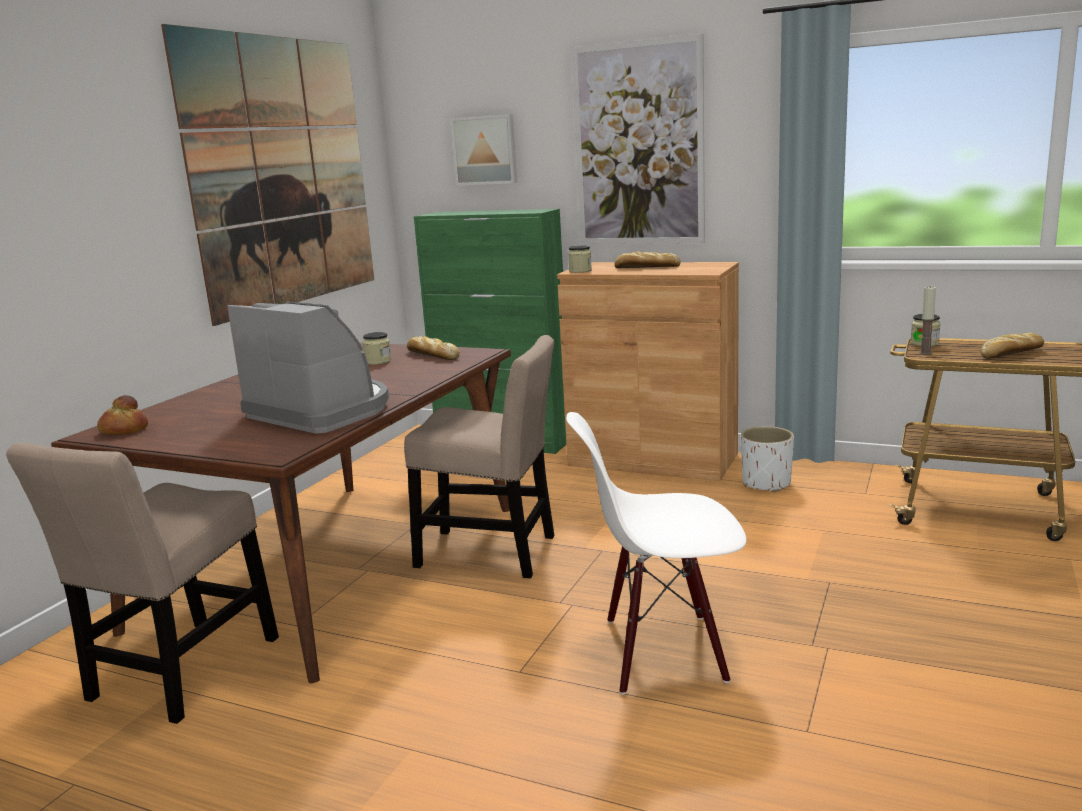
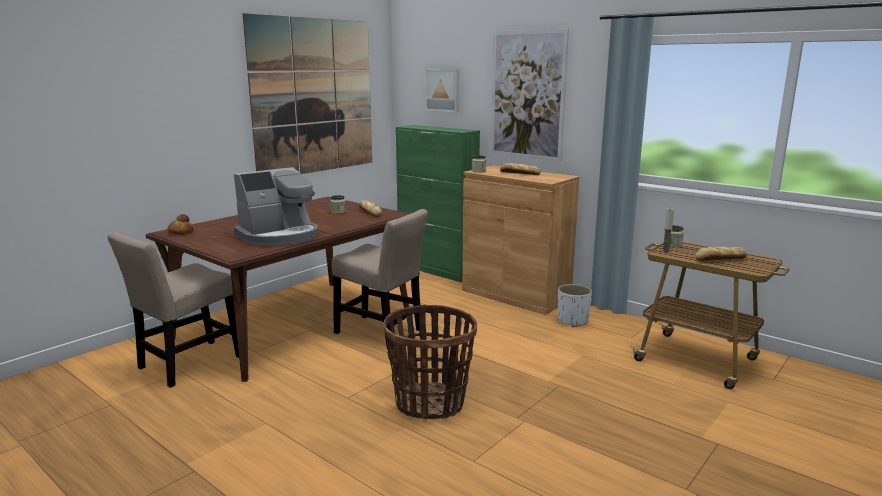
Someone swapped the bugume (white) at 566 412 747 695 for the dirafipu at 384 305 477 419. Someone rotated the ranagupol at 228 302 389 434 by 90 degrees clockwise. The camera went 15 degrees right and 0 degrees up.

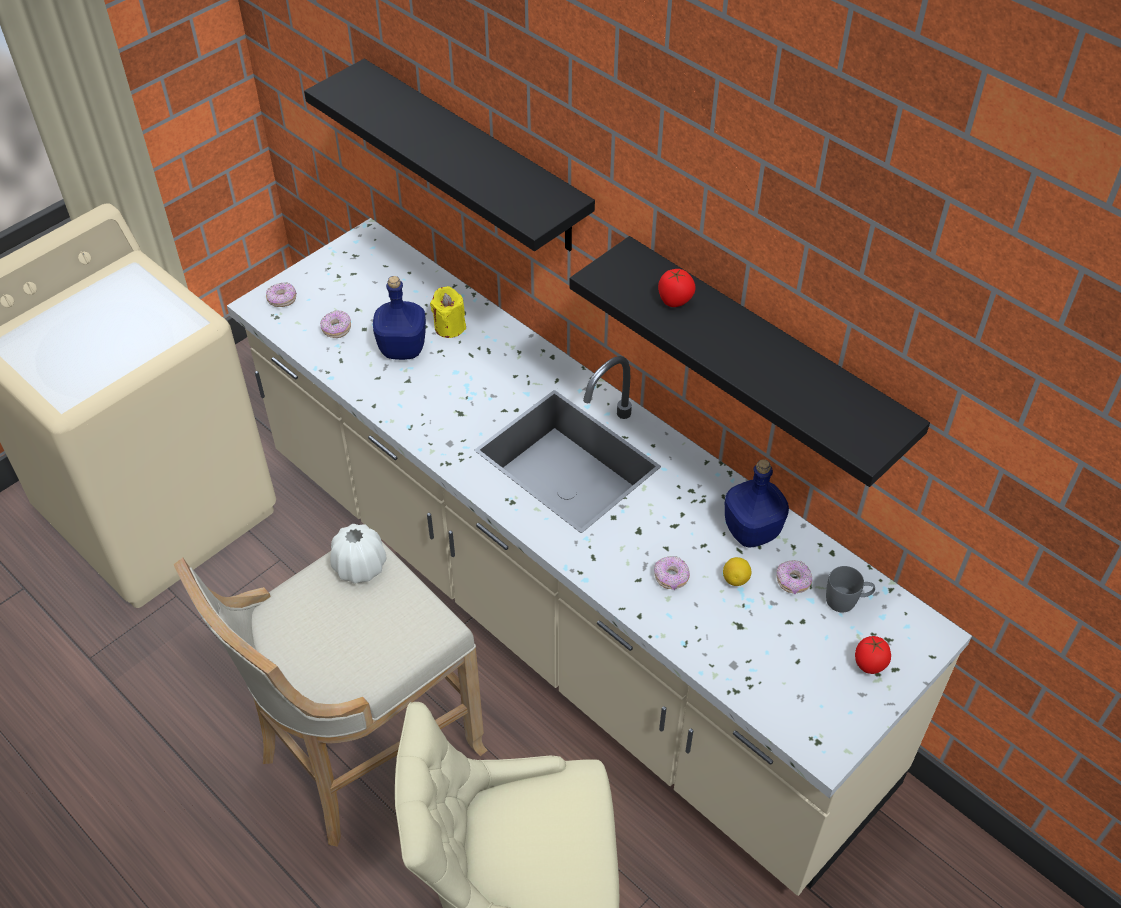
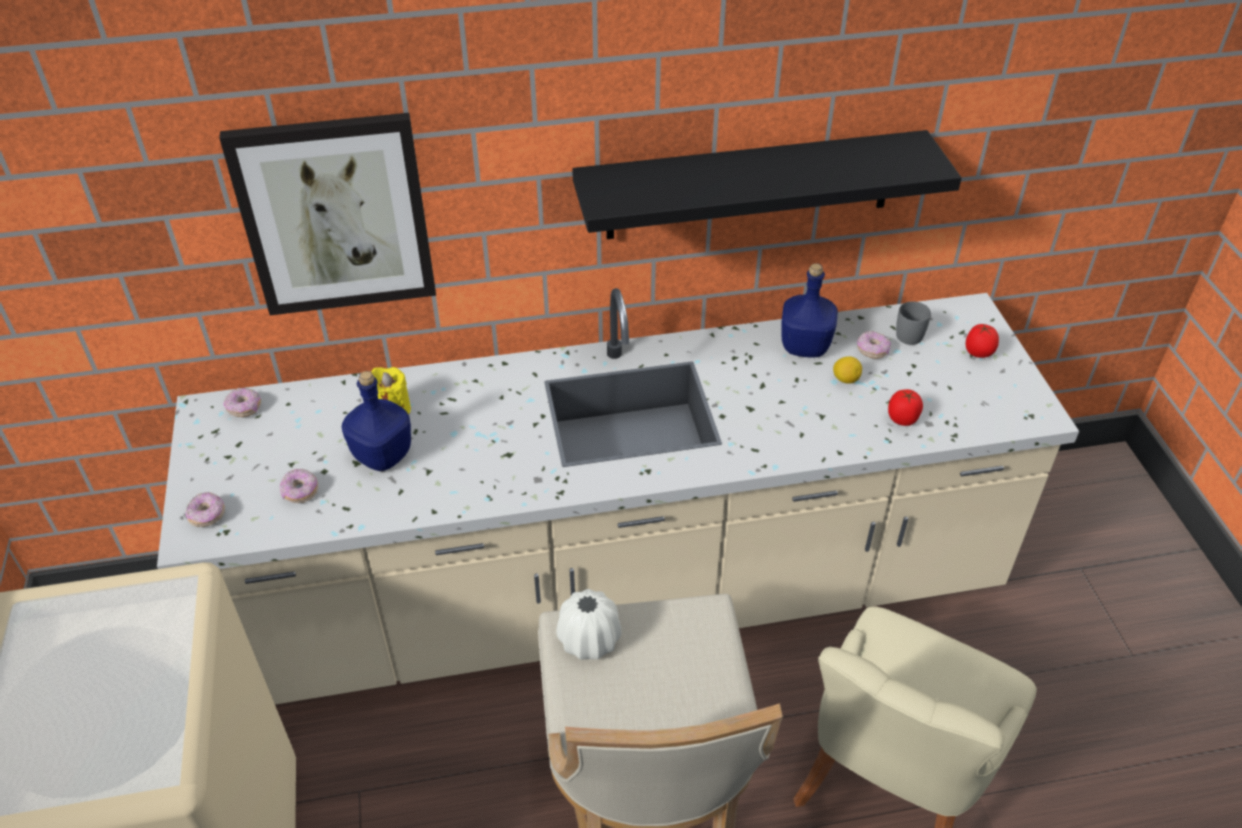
Someone carried the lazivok from 654 556 690 590 to 224 388 261 417. Someone carried the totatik from 658 269 696 307 to 888 389 923 426. Someone swapped the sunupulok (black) at 304 59 595 251 for the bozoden at 219 113 436 315. The camera went 55 degrees left and 5 degrees down.

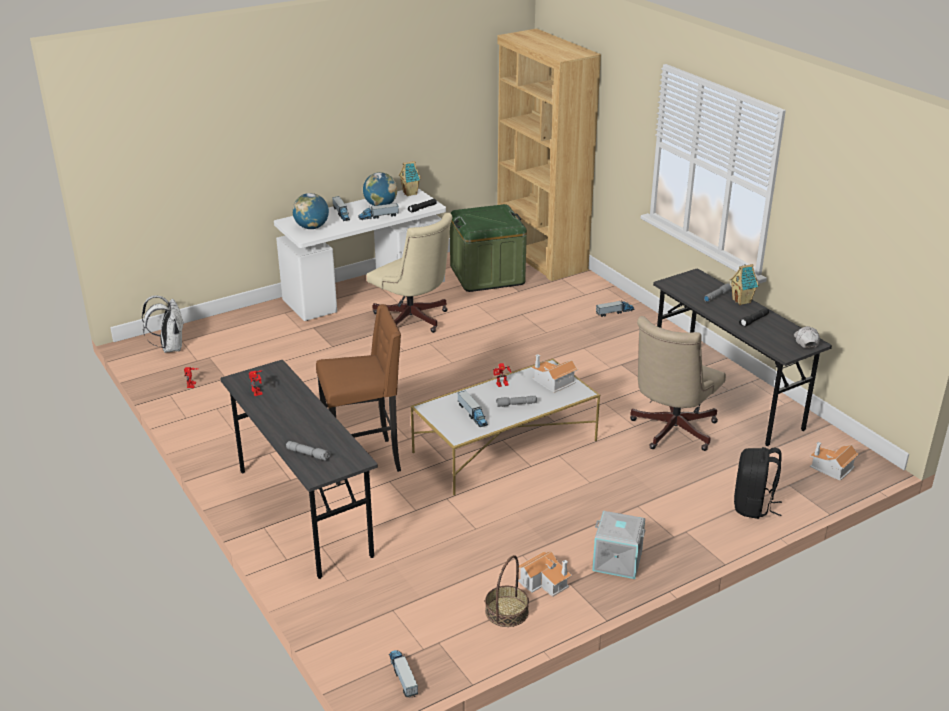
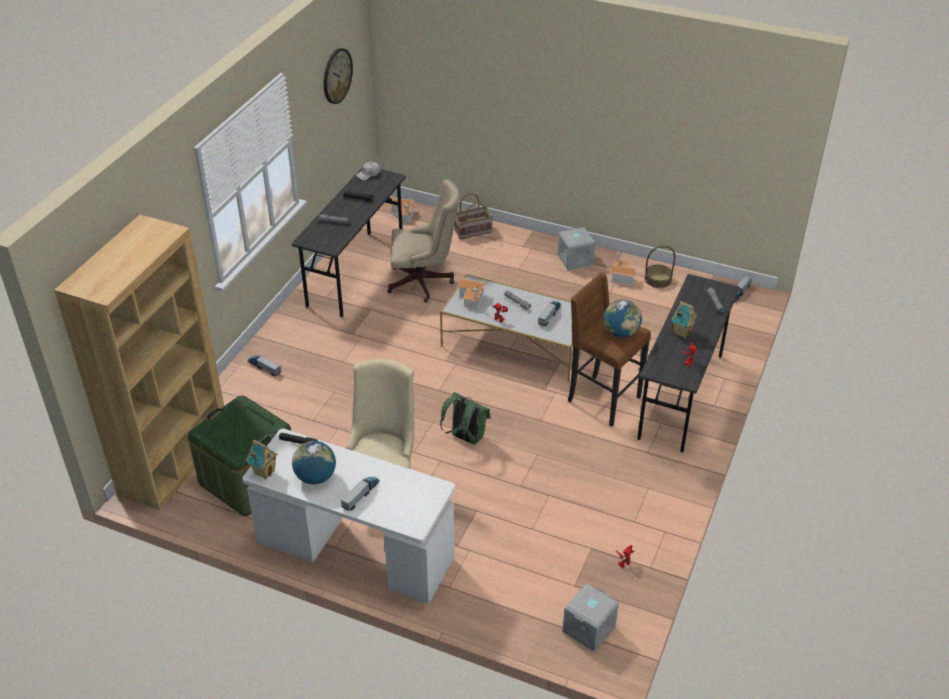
Someone took away the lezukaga at 358 203 399 220. Someone put up the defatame at 324 48 353 104. Someone put down the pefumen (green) at 440 392 490 444. Someone carried the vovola from 292 193 329 229 to 604 300 642 337. Someone carried the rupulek from 730 264 759 305 to 672 301 698 338. Someone swapped the pefumen (white) at 142 295 184 353 for the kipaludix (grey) at 562 583 619 652. Someone swapped the pefumen (black) at 734 447 782 519 for the dirafipu at 454 193 493 240. The camera went 125 degrees left and 10 degrees up.

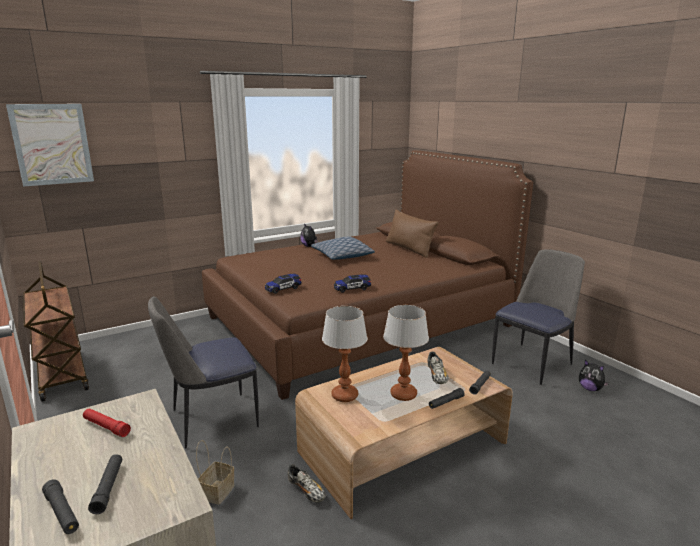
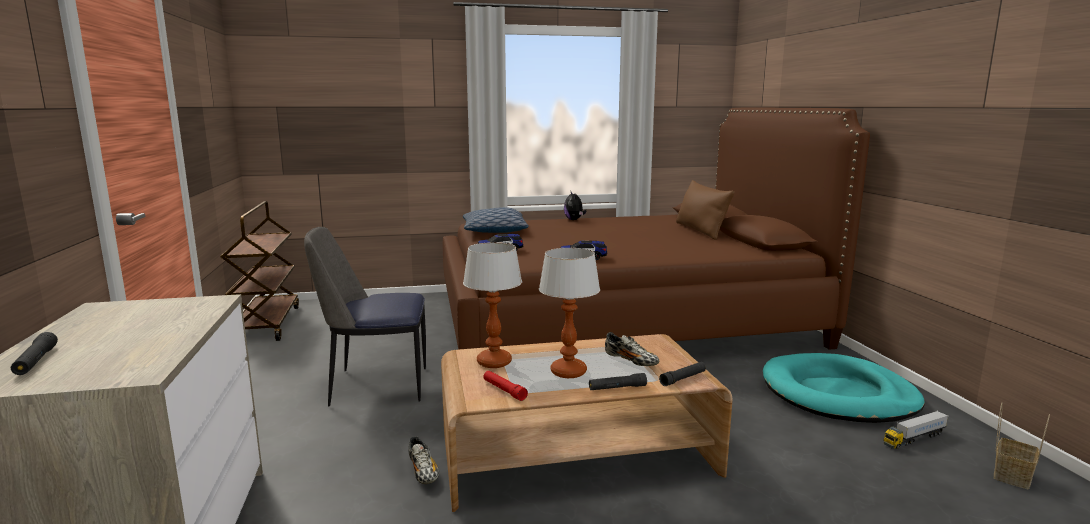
Someone took away the bozoden at 6 104 94 187. Someone took away the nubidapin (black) at 88 454 122 514. Someone carried the nubidapin (red) from 83 409 131 437 to 483 371 528 401. Someone carried the dirafipu from 196 440 234 505 to 994 403 1050 489. Someone carried the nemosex from 311 237 375 260 to 463 207 529 233. Someone swapped the bugume at 492 249 585 385 for the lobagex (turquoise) at 763 353 925 423. Someone swapped the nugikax at 579 360 609 391 for the lezukaga at 883 411 948 449. Someone rotated the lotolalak at 428 352 449 384 by 60 degrees counterclockwise. The camera went 20 degrees right and 5 degrees down.

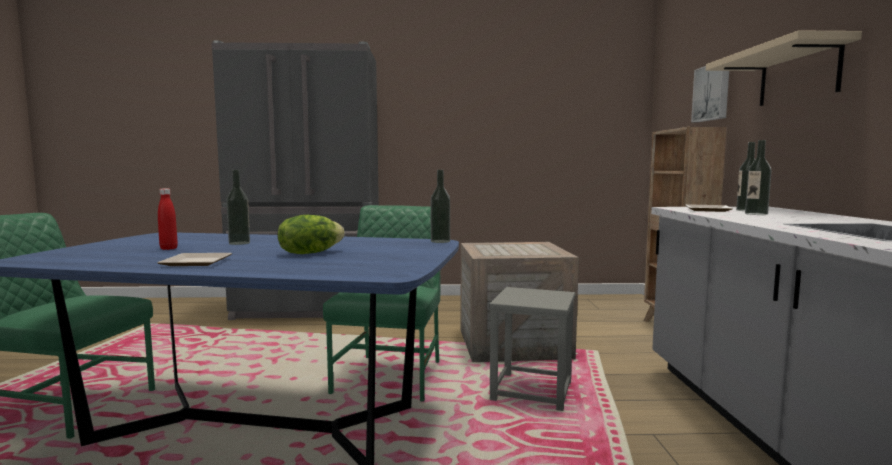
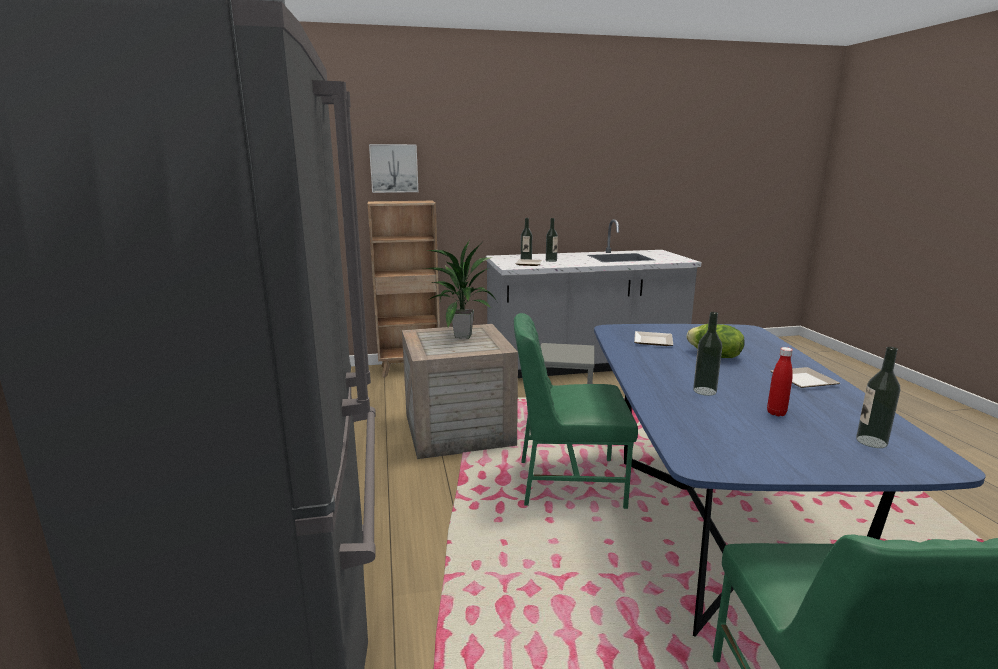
Someone took away the sunupulok (beige) at 706 30 862 106. Someone put down the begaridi at 424 240 496 339. Someone put down the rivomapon at 634 331 673 346. Someone carried the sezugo from 431 170 450 243 to 856 347 900 448. The camera went 100 degrees left and 10 degrees up.

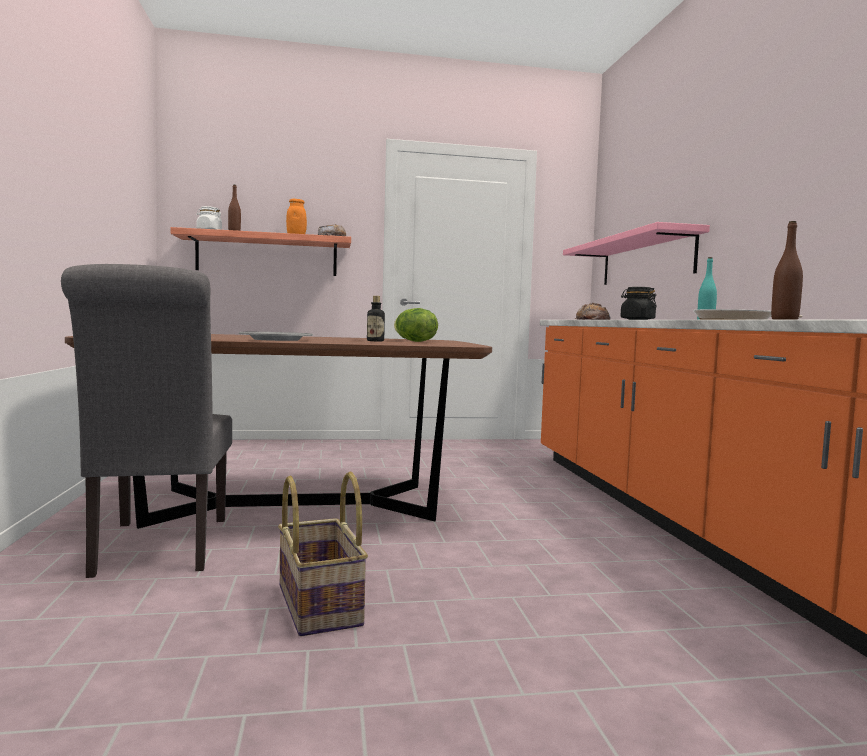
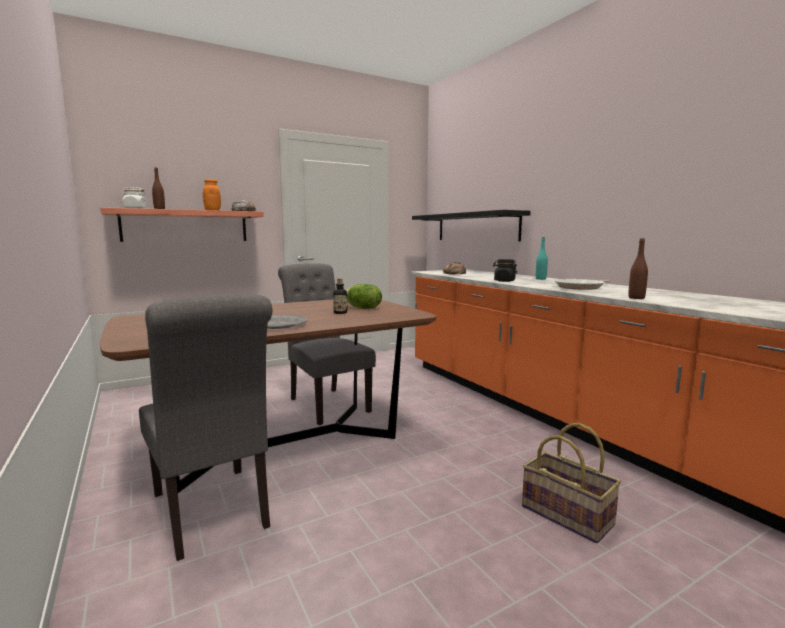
Someone put down the bugume (grey) at 278 263 376 425. Someone carried the dirafipu from 278 471 368 636 to 522 423 621 543. Someone repainted the sunupulok (pink) at 563 222 710 285, which became the sunupulok (black) at 412 210 531 241. The camera went 20 degrees left and 5 degrees up.

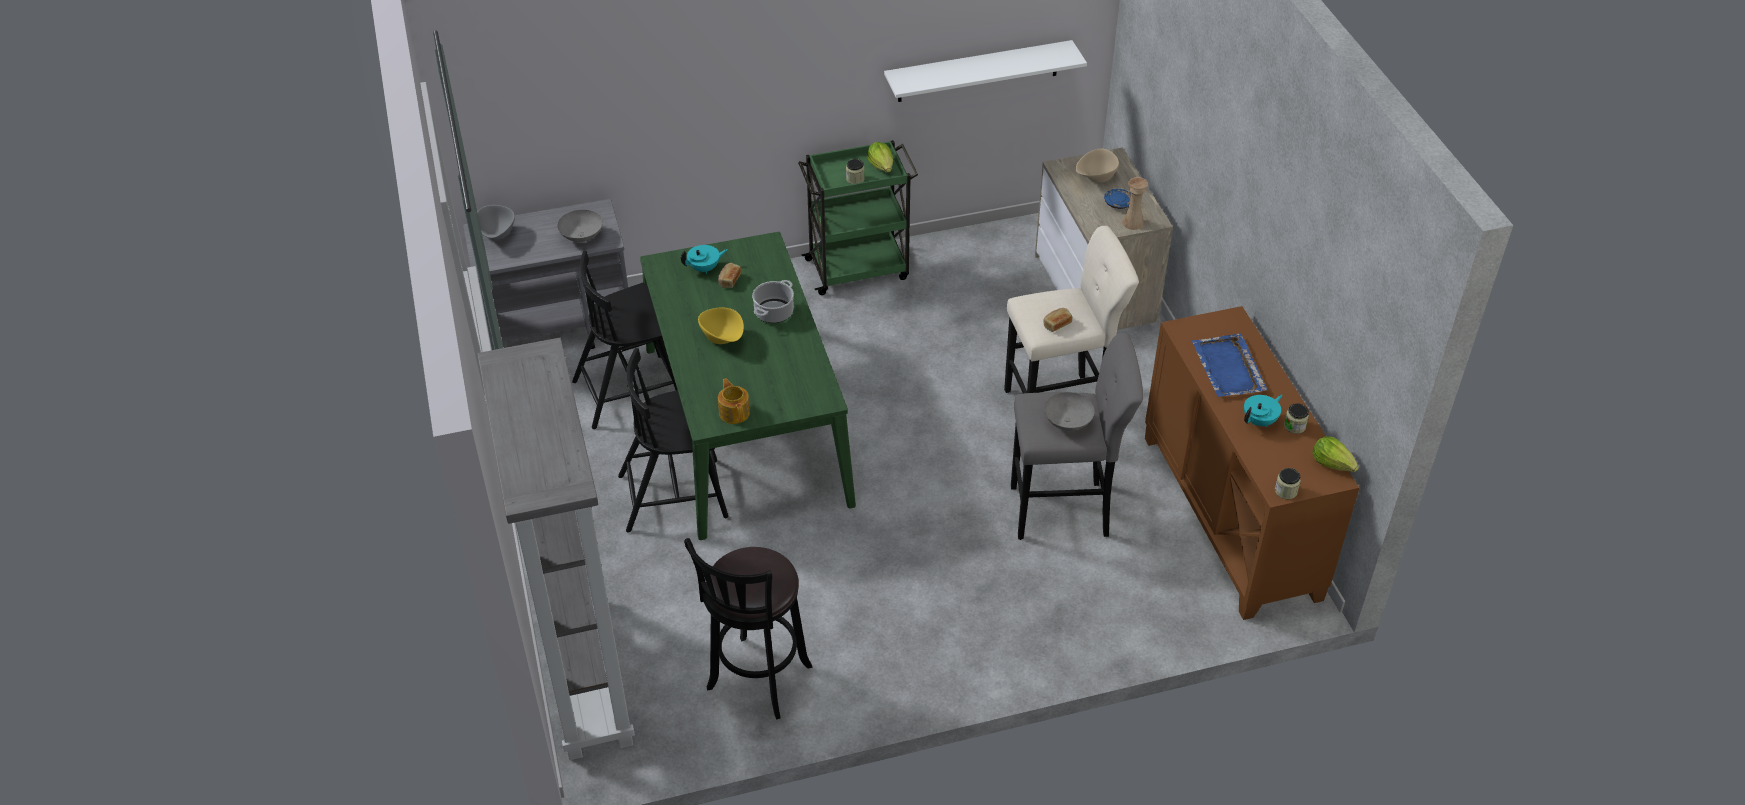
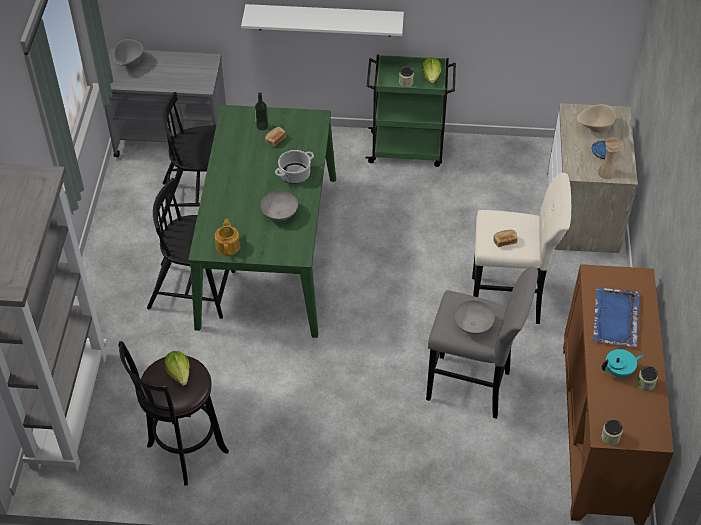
Someone took away the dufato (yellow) at 698 308 744 344. Someone carried the dufato (grey) from 557 210 603 242 to 260 191 298 221. Someone carried the sunupulok (white) from 884 40 1087 102 to 241 4 404 37. Someone carried the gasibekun from 1312 436 1359 472 to 165 351 189 386. Someone swapped the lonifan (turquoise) at 681 245 728 274 for the sezugo at 255 93 268 130. The camera went 20 degrees right and 5 degrees up.

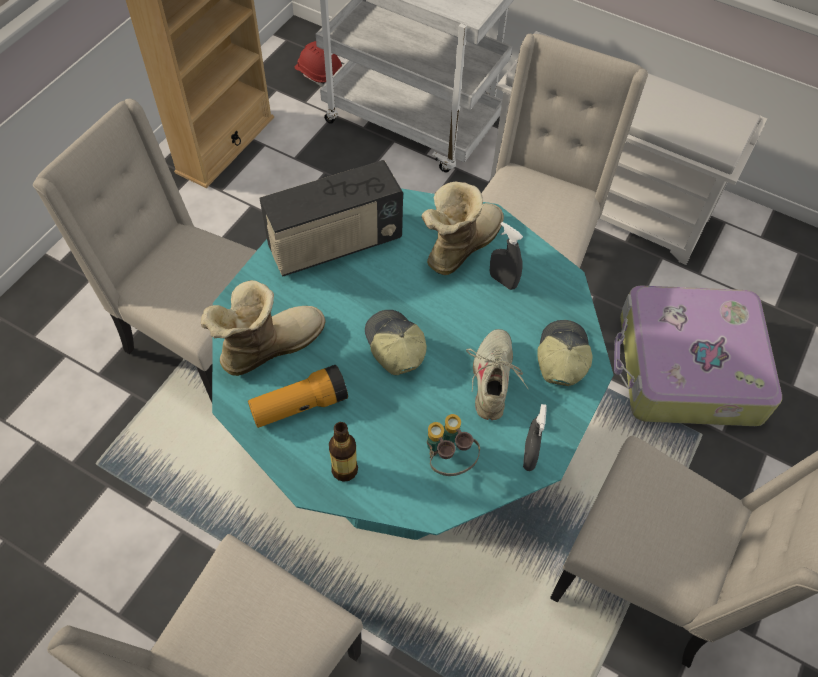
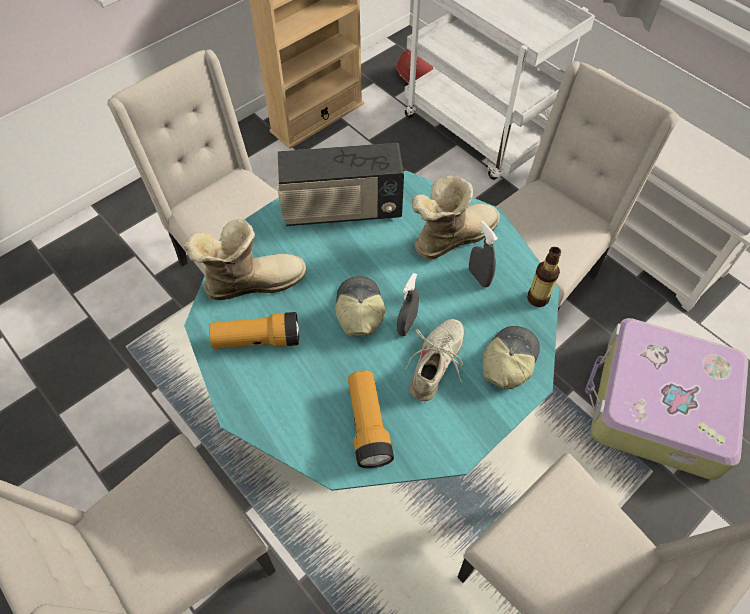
Someone carried the sezugo from 329 422 358 482 to 527 247 561 307. Someone carried the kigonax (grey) from 523 404 546 471 to 397 273 419 336. Someone swapped the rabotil at 427 414 480 476 for the nubidapin at 348 370 394 468. The camera went 20 degrees right and 0 degrees up.

